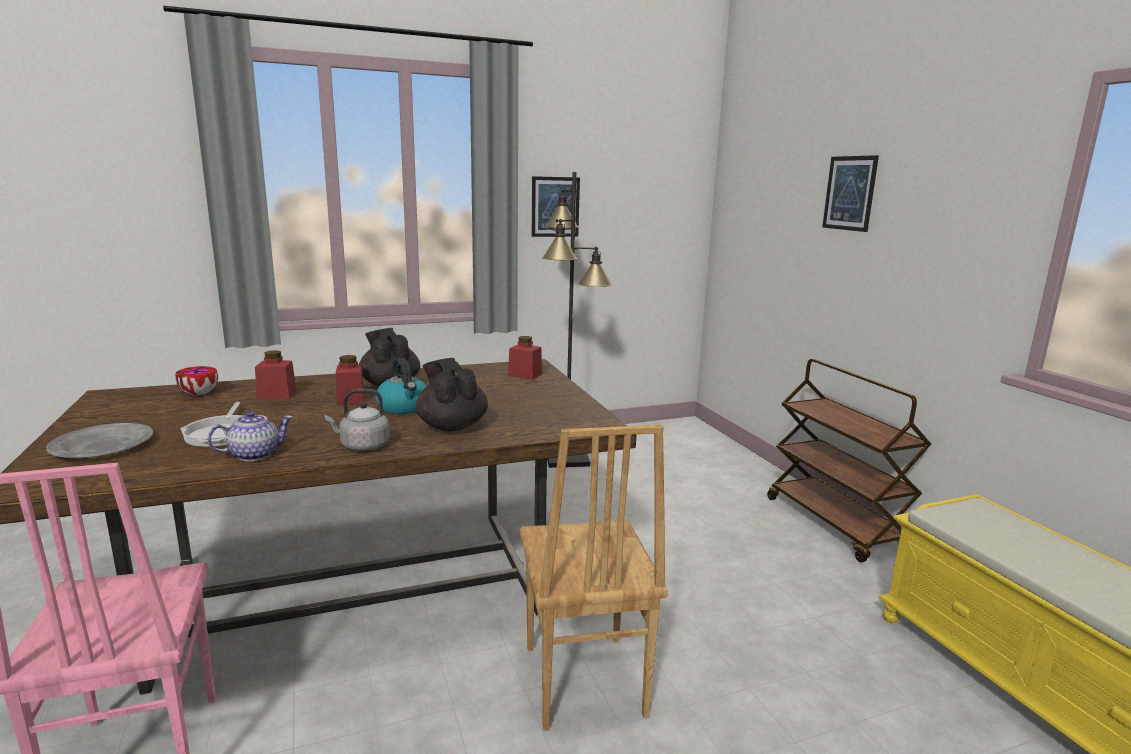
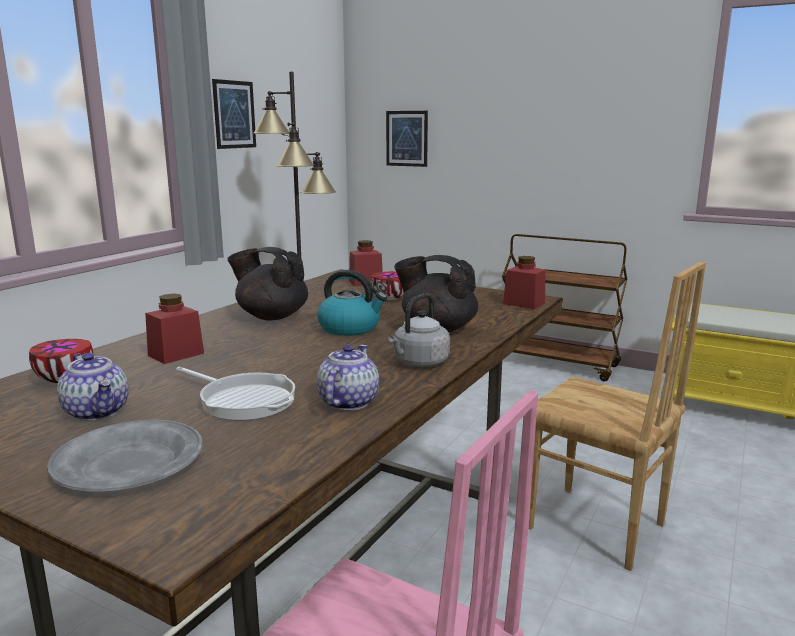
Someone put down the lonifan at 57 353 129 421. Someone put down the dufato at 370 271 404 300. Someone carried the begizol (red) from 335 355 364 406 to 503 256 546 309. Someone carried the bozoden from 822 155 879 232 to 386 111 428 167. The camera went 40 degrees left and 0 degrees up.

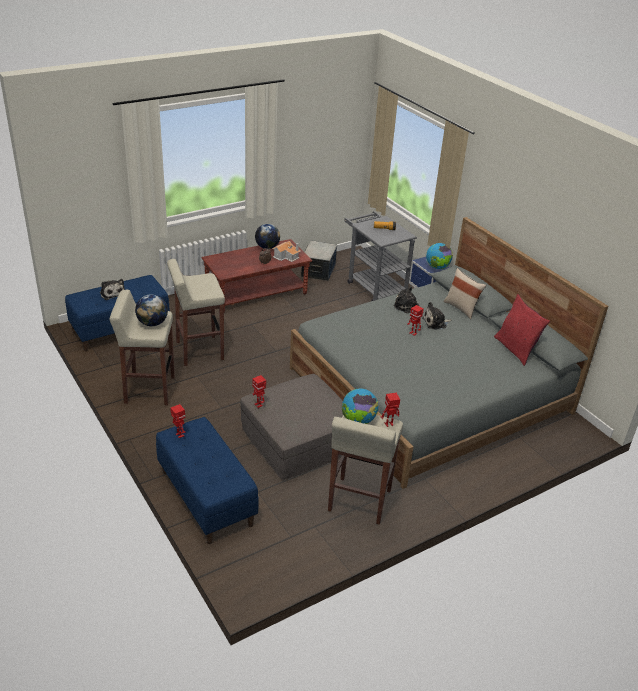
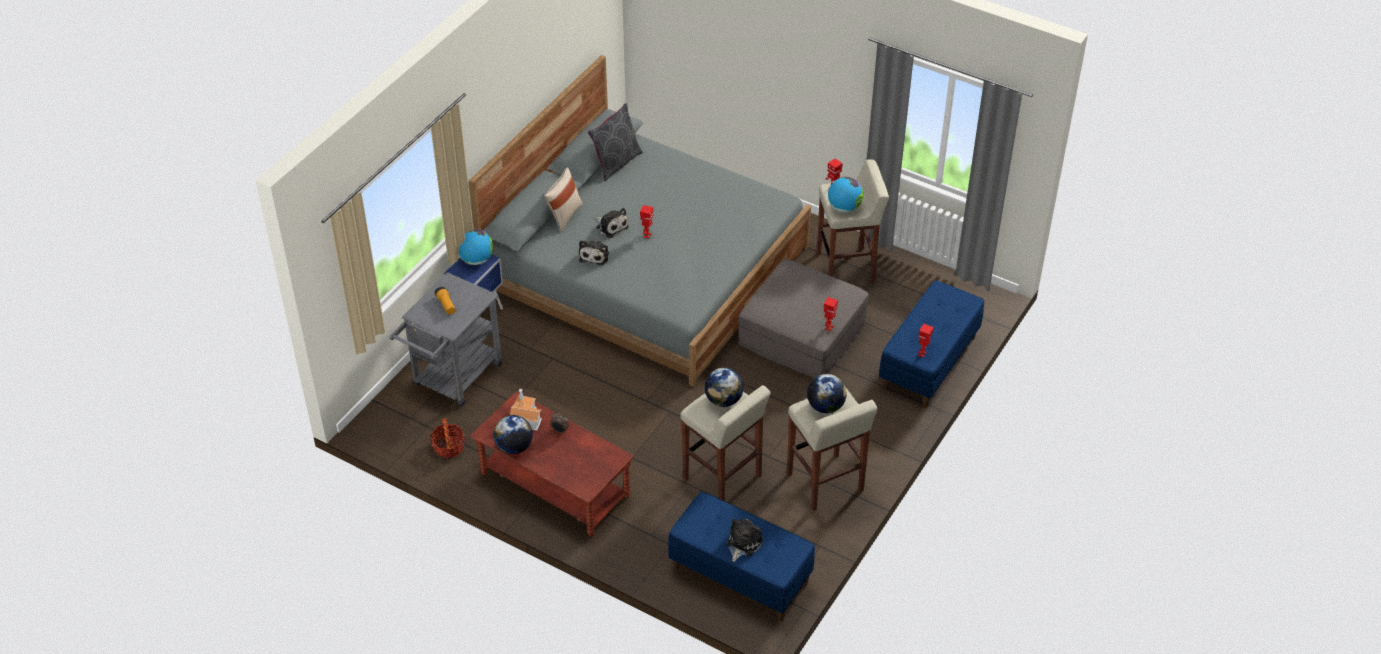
Someone put down the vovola at 704 368 744 407. Someone swapped the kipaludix at 301 241 337 281 for the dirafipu at 430 418 465 458. Someone repainted the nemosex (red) at 494 294 550 366, which became the nemosex (grey) at 588 103 643 181. The camera went 115 degrees left and 10 degrees up.

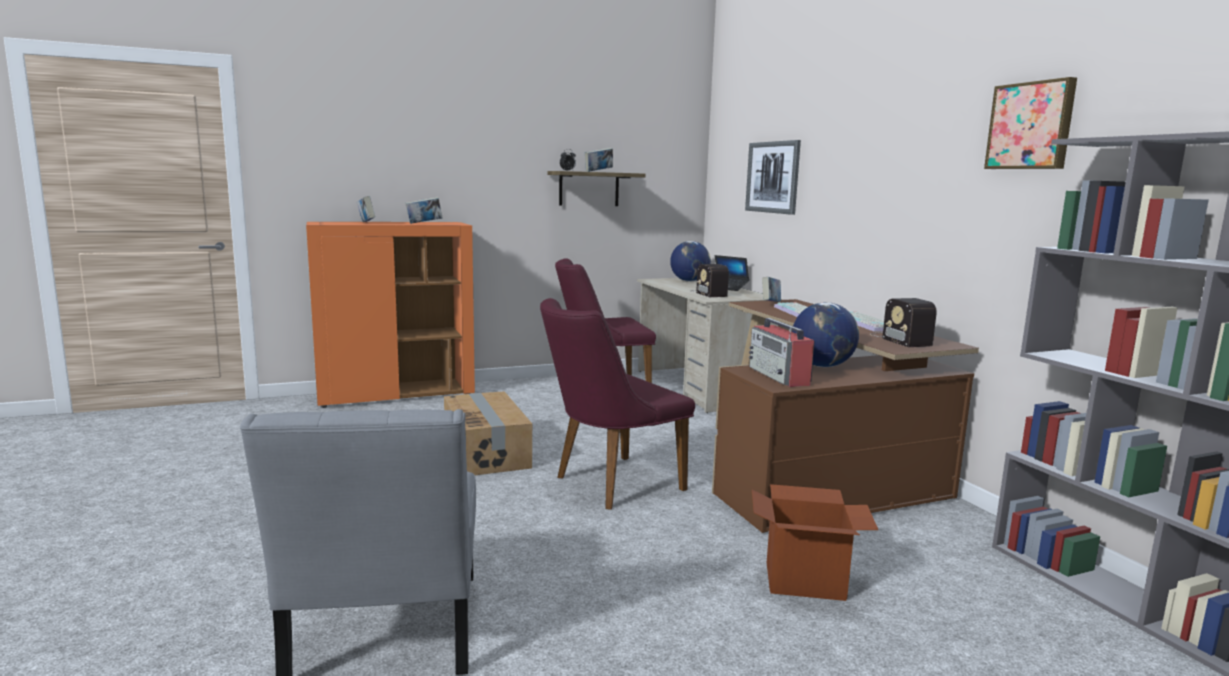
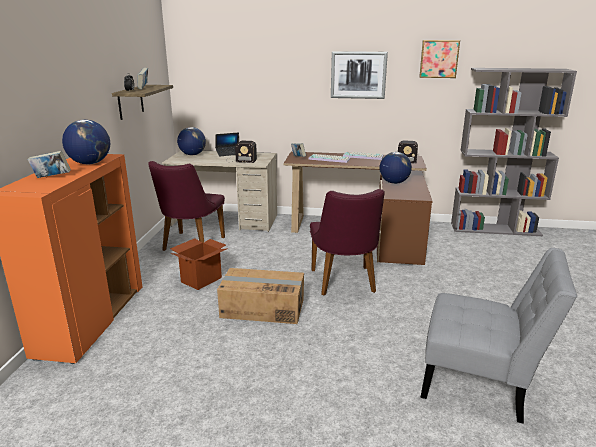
Someone took away the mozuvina at 749 318 815 387. Someone carried the bozoden from 745 140 801 215 to 331 51 388 99. Someone carried the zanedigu from 752 484 878 601 to 170 238 226 290. Someone swapped the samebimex at 405 197 443 224 for the vovola at 62 120 110 164. The camera went 60 degrees left and 10 degrees up.

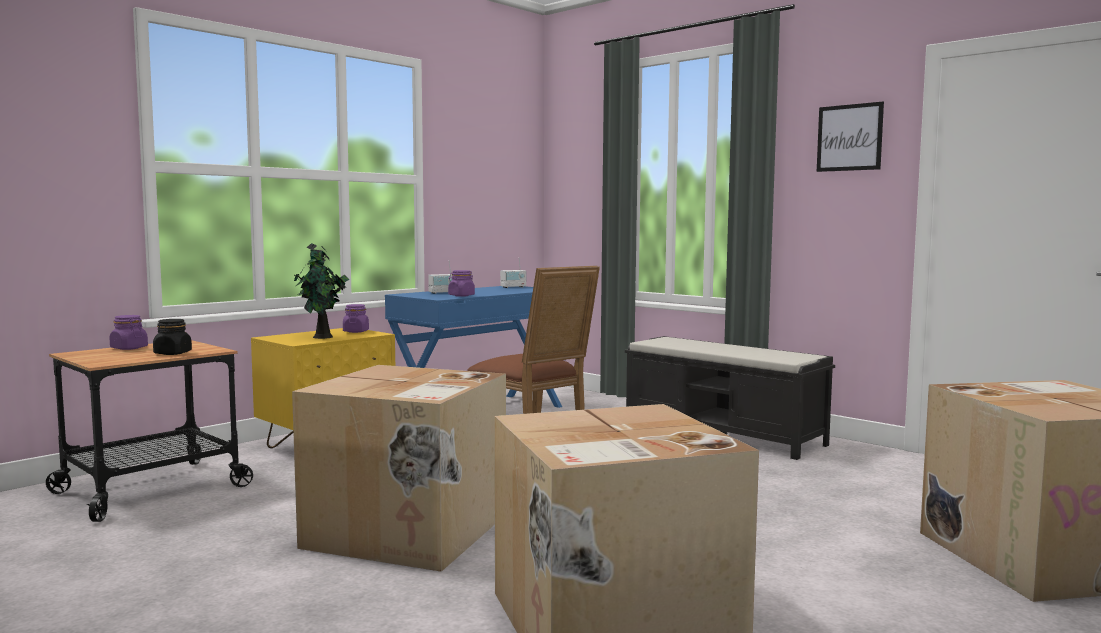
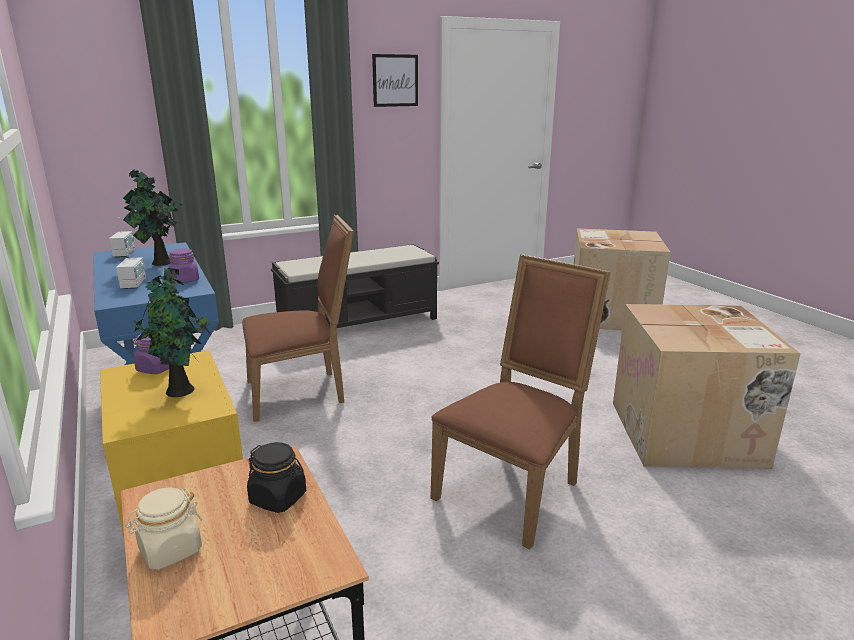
Someone put down the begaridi at 123 170 183 266. Someone swapped the zanedigu at 292 365 506 572 for the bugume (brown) at 431 254 611 549. Someone repainted the begizol (purple) at 109 315 148 350, which became the begizol (beige) at 125 488 202 570. The camera went 70 degrees left and 15 degrees up.

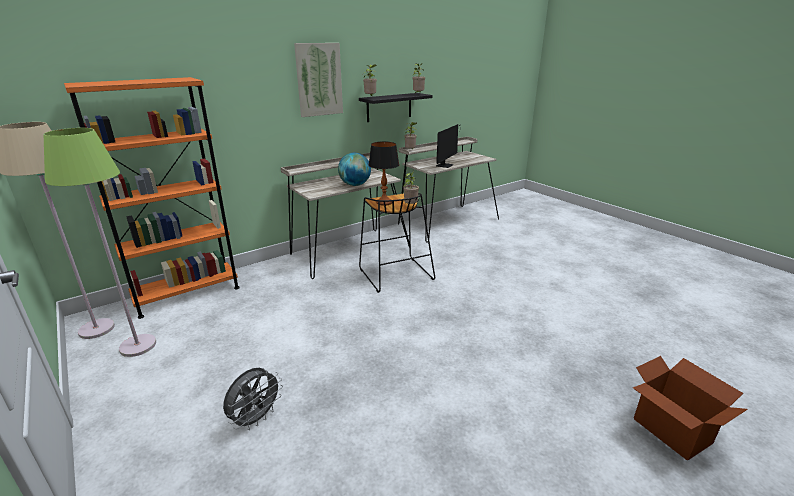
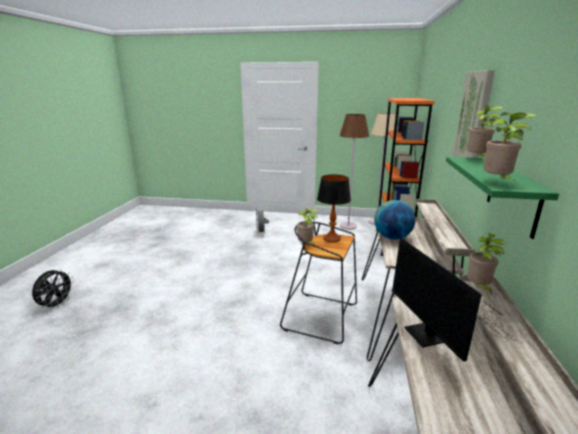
Someone swapped the zanedigu at 633 356 748 461 for the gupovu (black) at 32 269 74 310. Someone repainted the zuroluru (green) at 44 128 156 357, which became the zuroluru (brown) at 340 114 369 230. Someone repainted the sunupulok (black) at 359 93 432 122, which became the sunupulok (green) at 446 157 559 239. The camera went 135 degrees right and 5 degrees down.

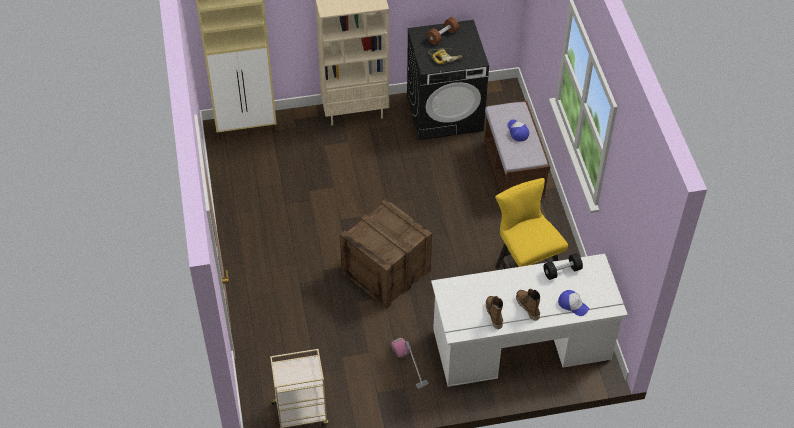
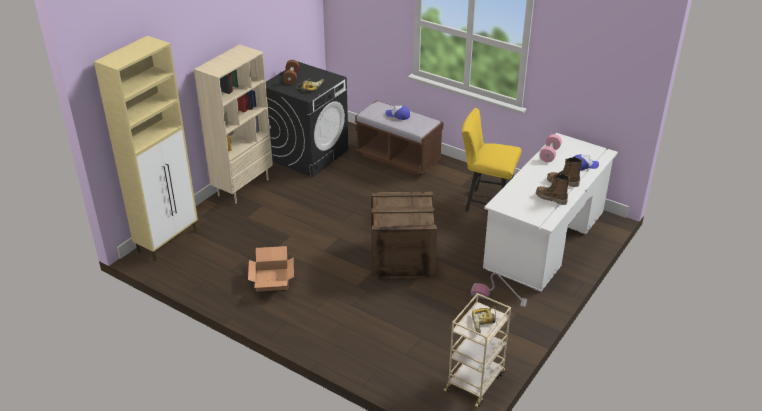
Someone put down the zanedigu at 248 246 294 292. Someone put down the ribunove at 472 307 496 333. Someone repainted the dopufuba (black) at 544 253 583 280, which became the dopufuba (pink) at 540 134 562 162. The camera went 45 degrees left and 15 degrees down.

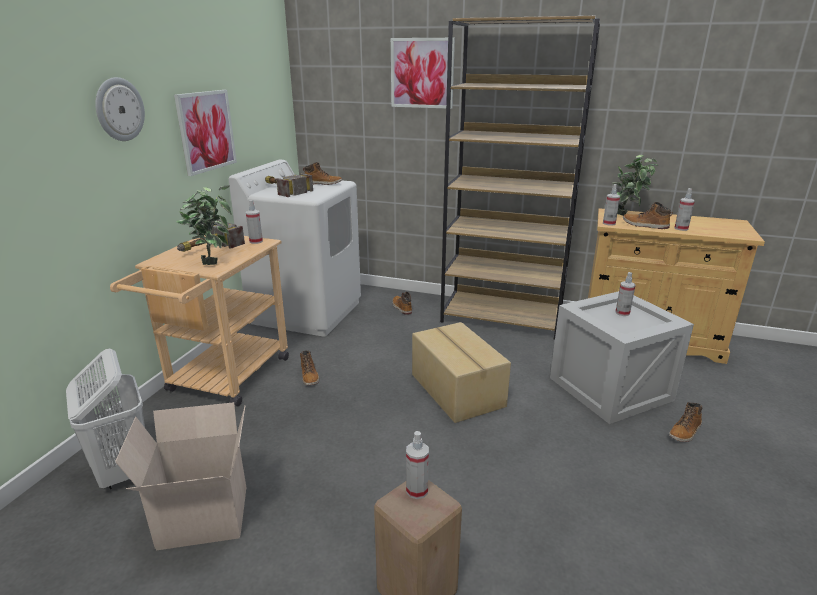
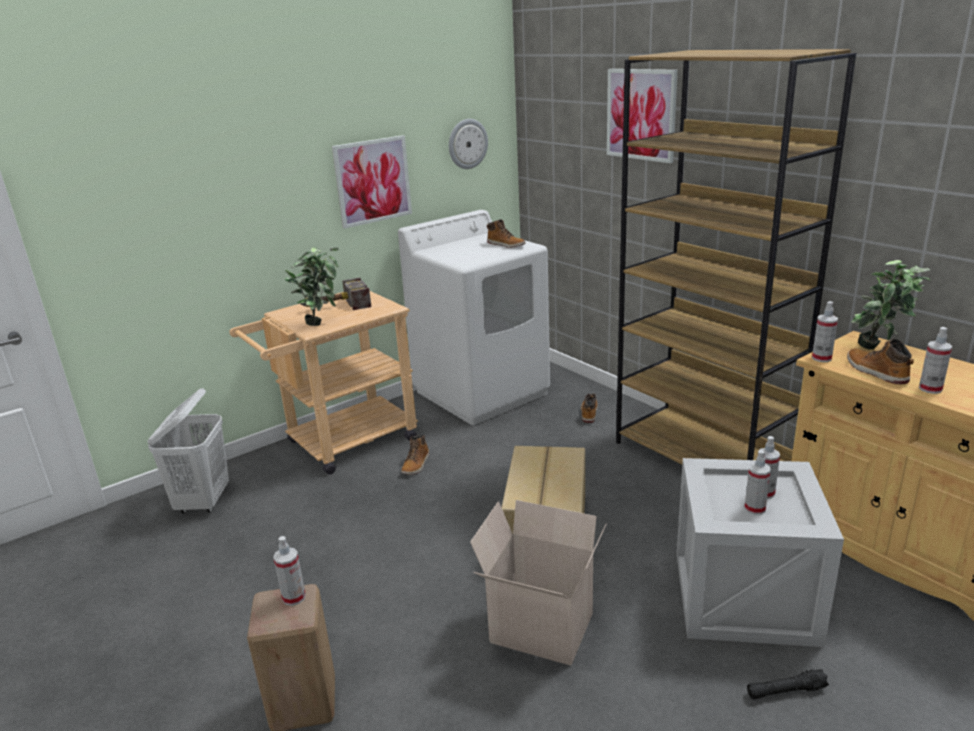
Someone took away the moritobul at 265 173 313 197. Someone carried the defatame from 95 77 145 141 to 449 119 488 169. Someone carried the zanedigu from 115 402 246 550 to 470 500 607 666. Someone carried the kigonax from 246 200 263 244 to 744 450 771 515. Someone swapped the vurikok at 669 402 702 442 for the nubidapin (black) at 747 669 829 700. The camera went 35 degrees right and 0 degrees up.

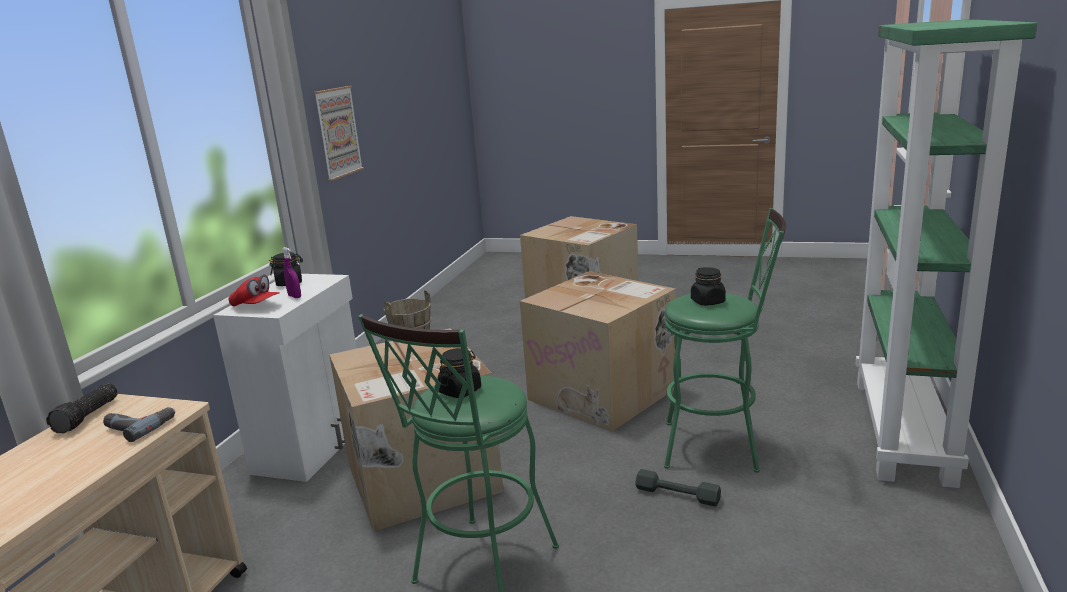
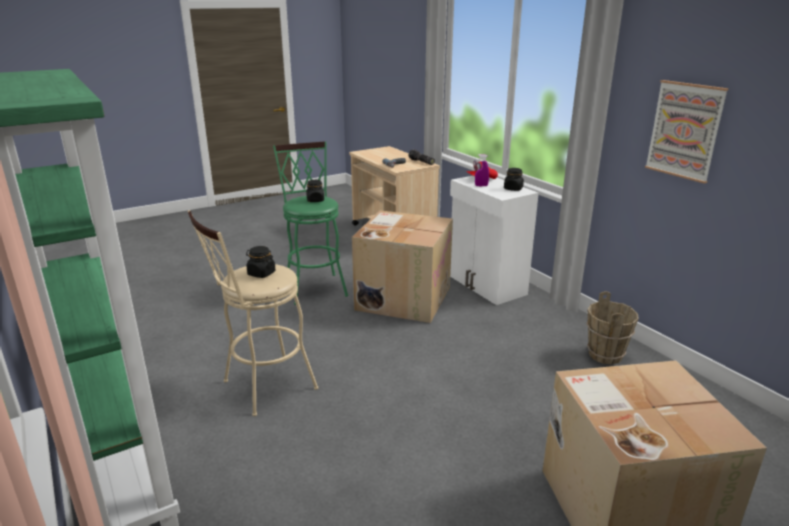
Someone took away the zanedigu at 520 271 676 432. Someone took away the dopufuba (grey) at 635 469 721 507. Someone repainted the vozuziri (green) at 664 208 786 473, which became the vozuziri (beige) at 188 210 318 416. The camera went 130 degrees right and 5 degrees up.

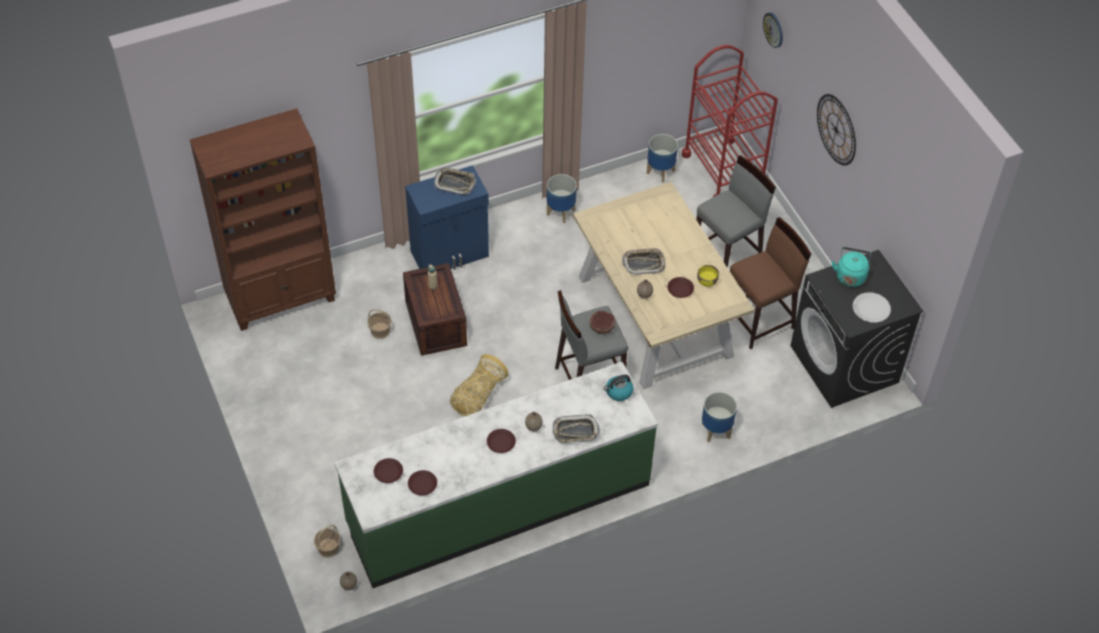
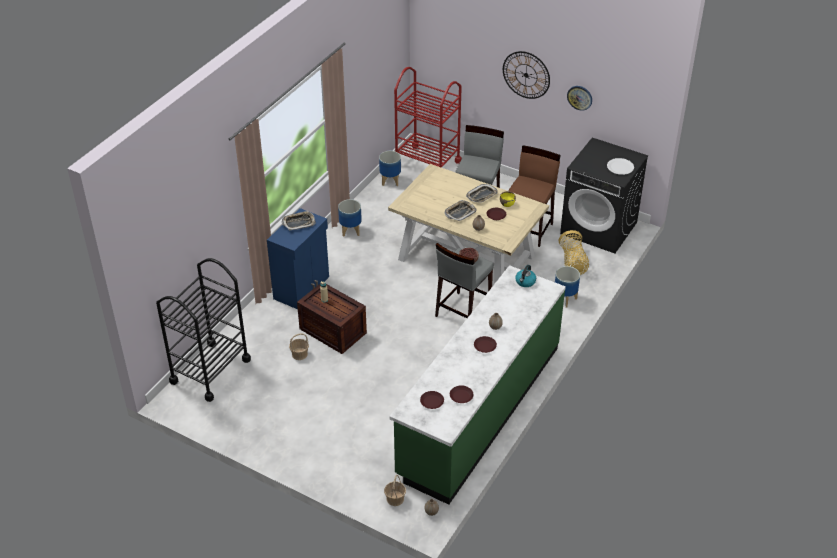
Someone took away the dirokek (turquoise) at 832 247 871 287. Someone carried the dirafipu from 450 354 509 417 to 559 230 589 275. Someone carried the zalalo from 553 414 600 443 to 466 184 498 203. Someone carried the defatame from 763 13 783 48 to 567 86 592 111. Someone swapped the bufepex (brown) at 190 108 336 331 for the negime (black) at 156 258 251 402. The camera went 35 degrees left and 10 degrees down.

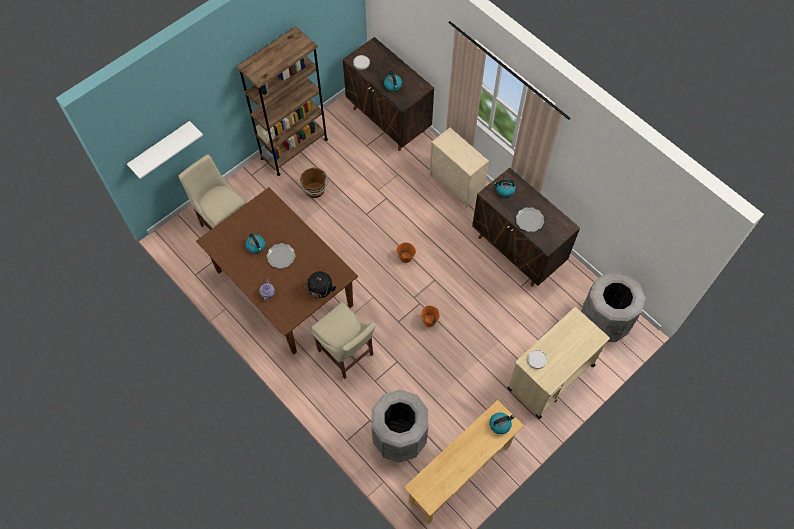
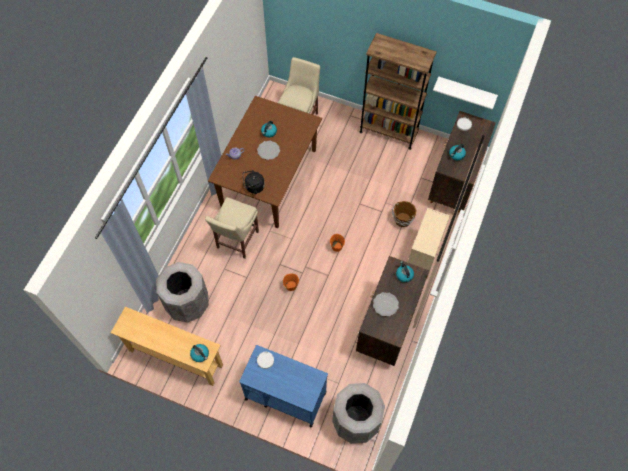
Someone carried the sunupulok (white) from 127 121 203 179 to 433 77 498 110. Someone carried the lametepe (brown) from 300 167 329 198 to 392 201 417 227. Someone repainted the negime (beige) at 507 307 610 419, which became the negime (blue) at 239 345 328 428. The camera went 65 degrees right and 0 degrees up.

